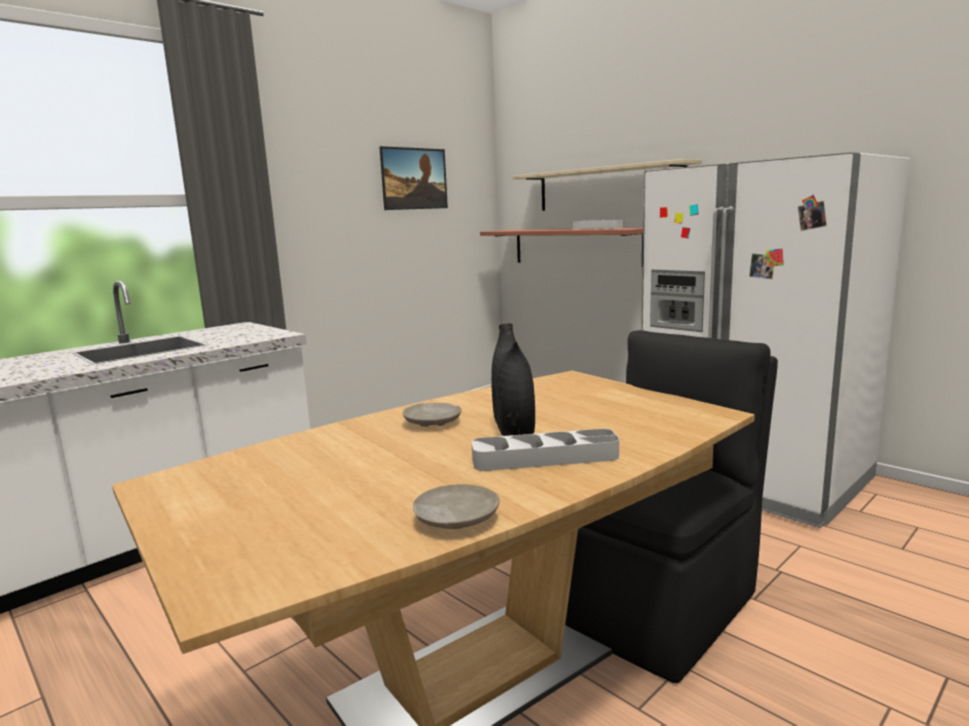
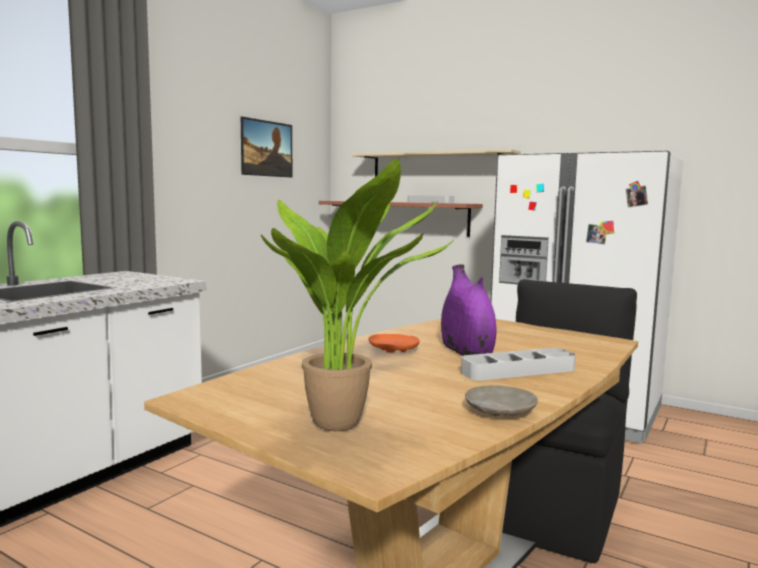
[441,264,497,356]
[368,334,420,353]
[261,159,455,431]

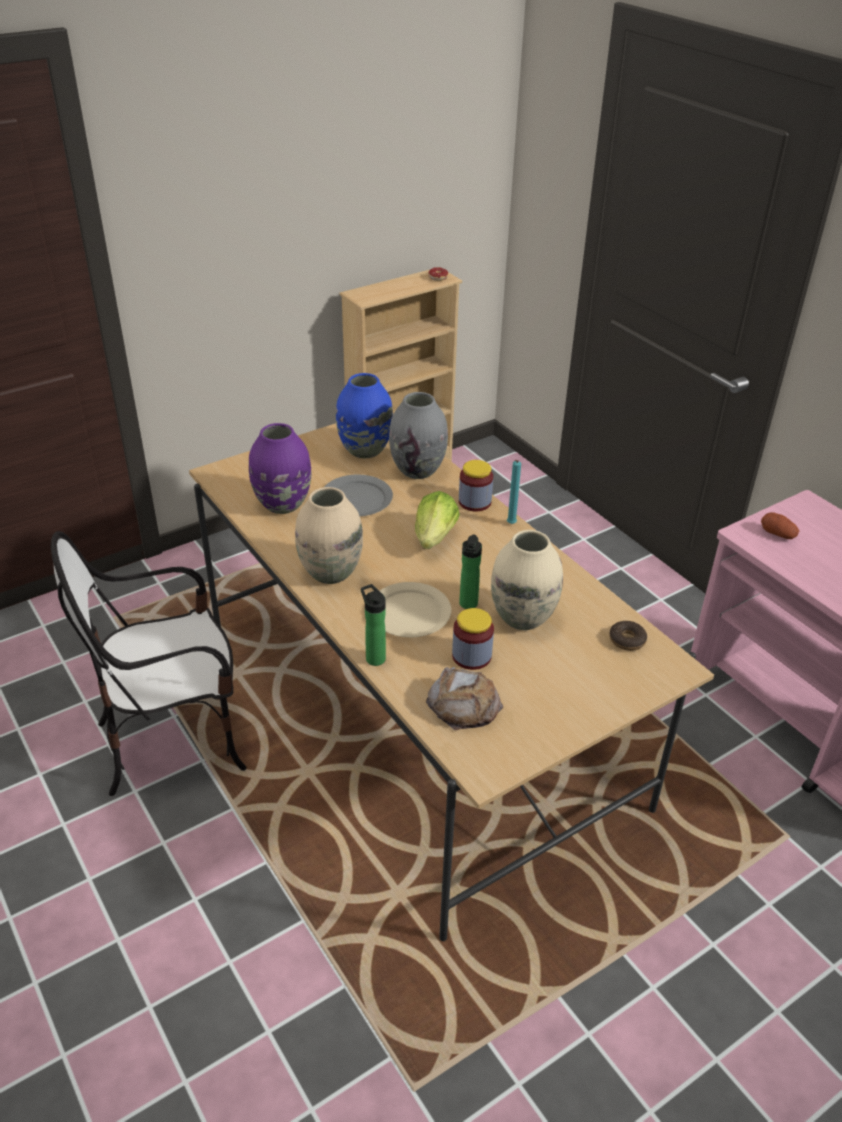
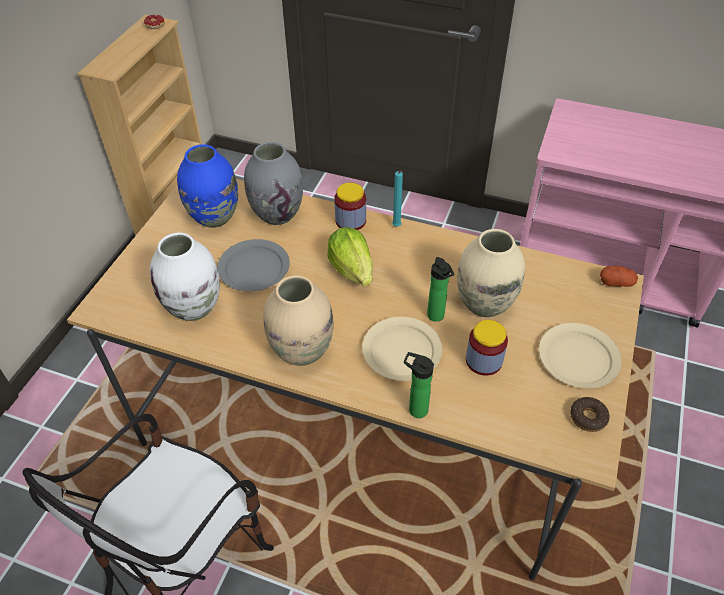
[150,233,220,321]
[600,265,638,287]
[570,397,610,432]
[426,667,503,730] (first image)
[539,323,622,388]

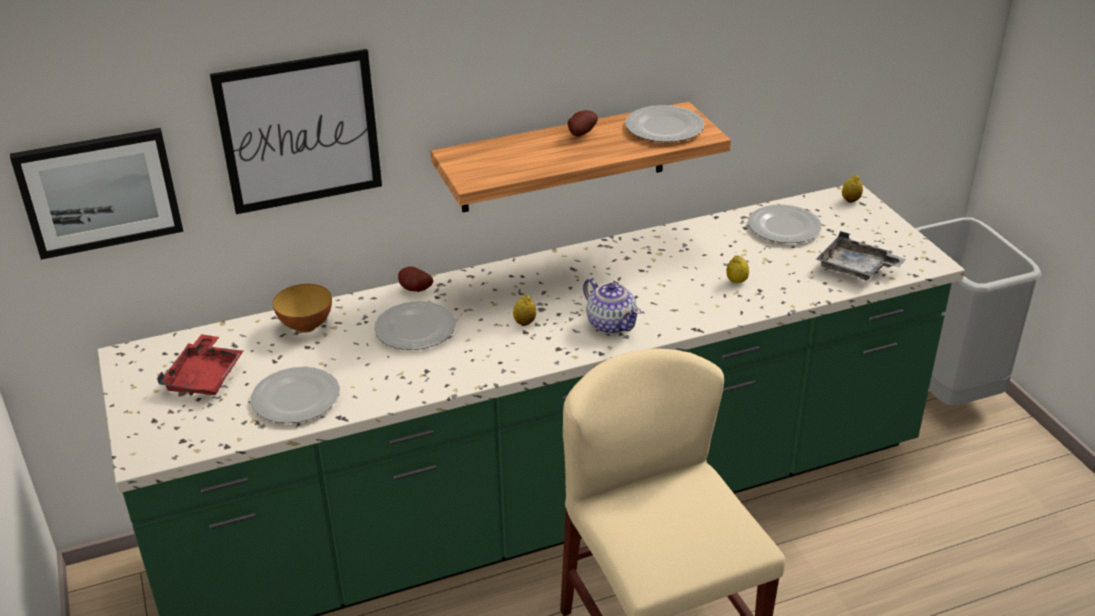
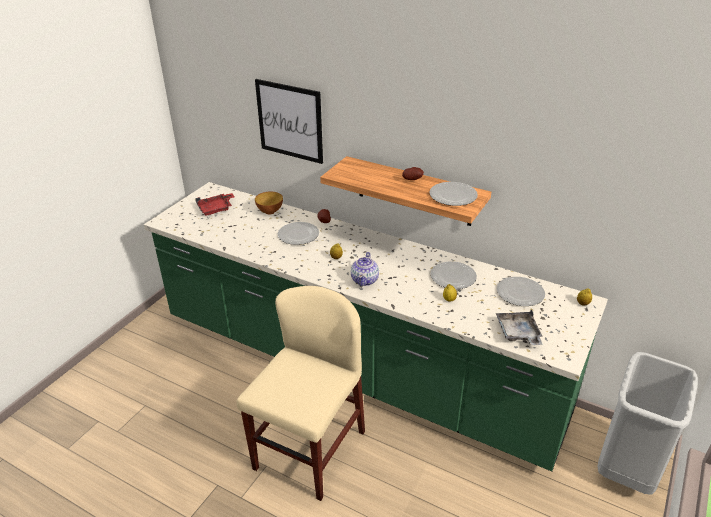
[10,128,183,260] (first image)
[431,261,477,289]

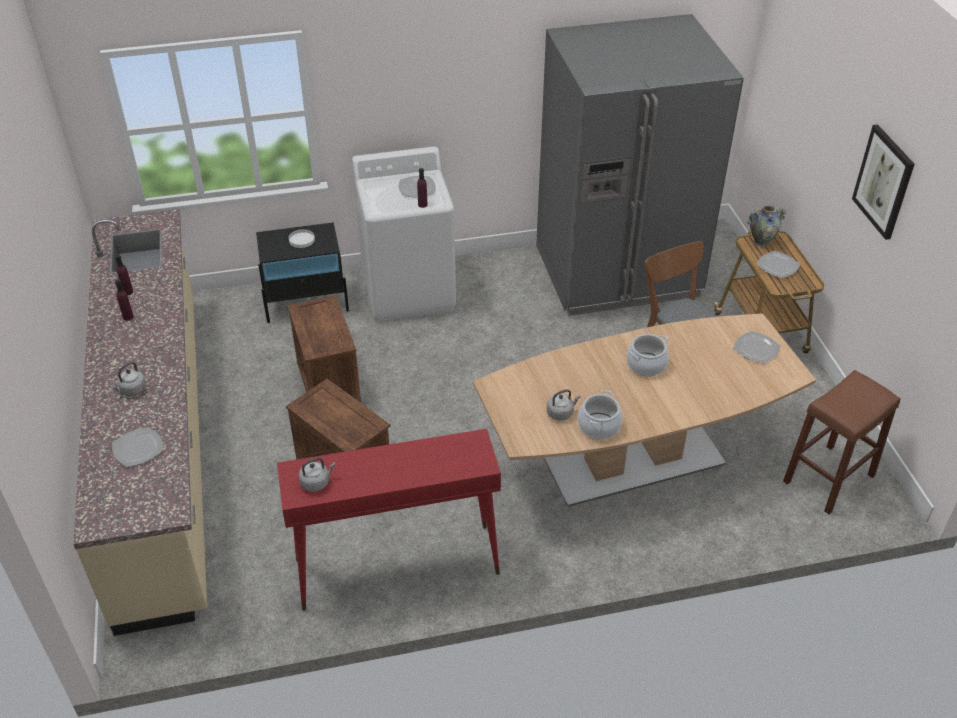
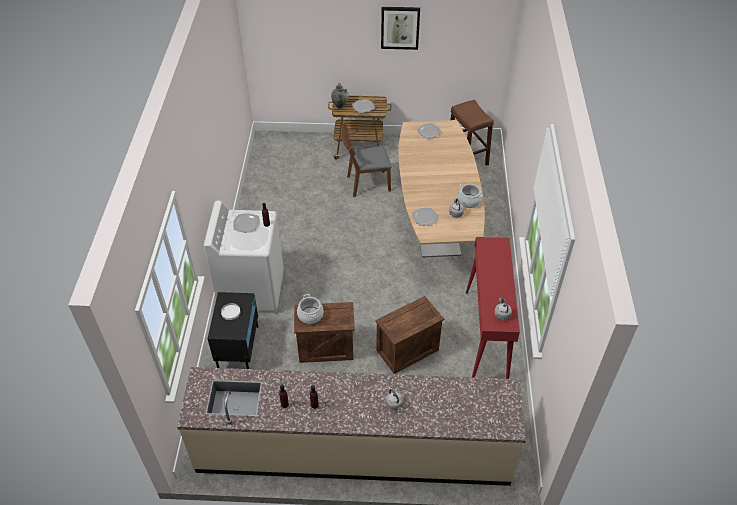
[536,14,744,316] (first image)
[297,294,323,324]
[412,208,438,226]

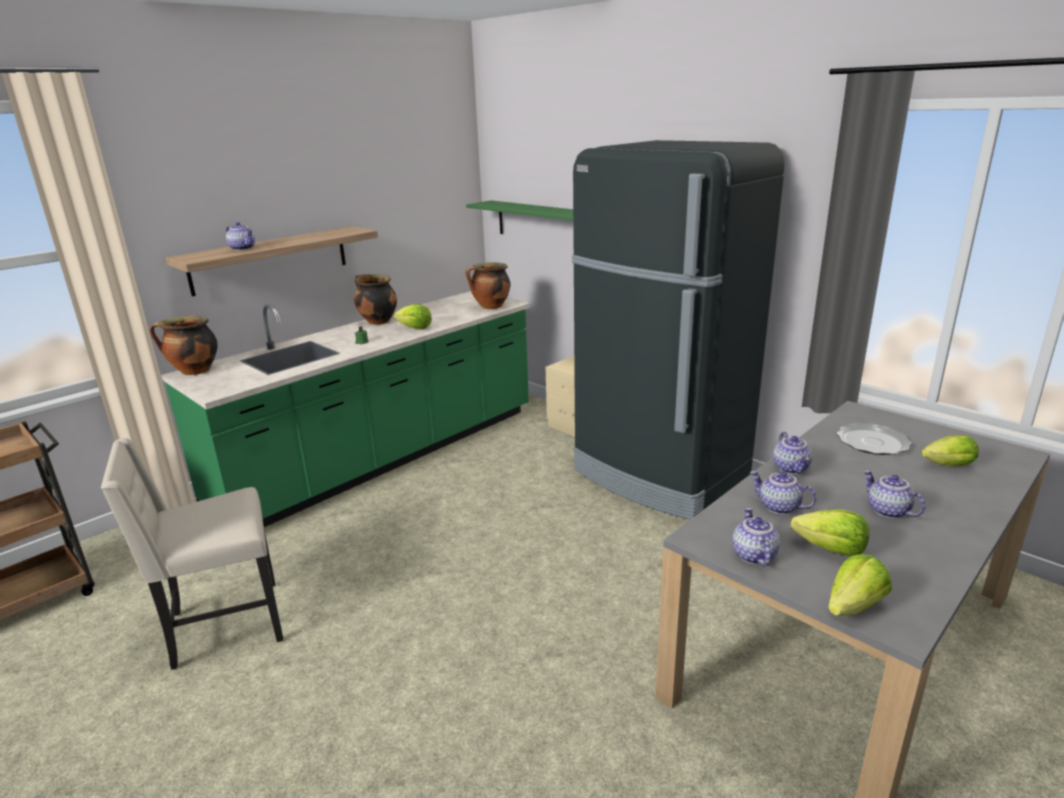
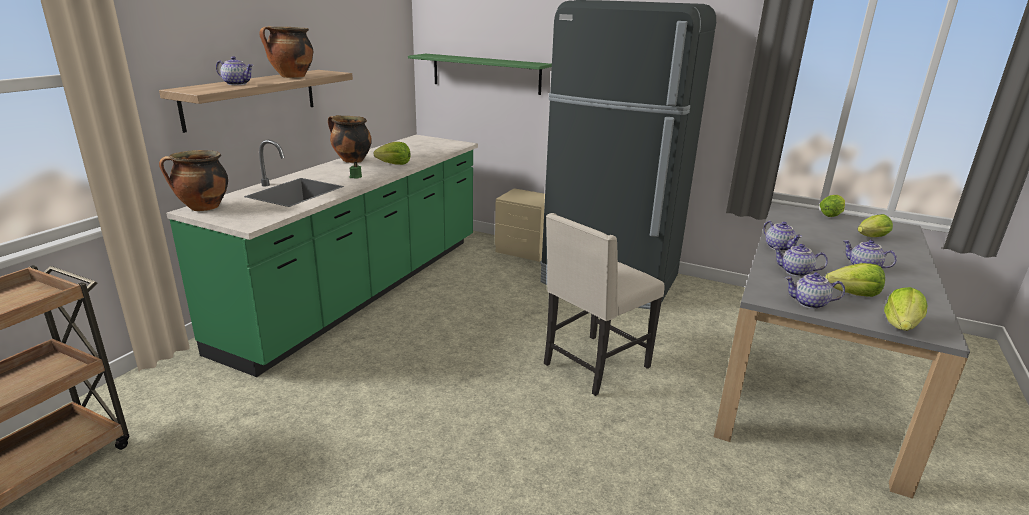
[259,26,313,78]
[837,423,912,455] (first image)
[544,213,665,396]
[785,272,845,309]
[820,195,845,217]

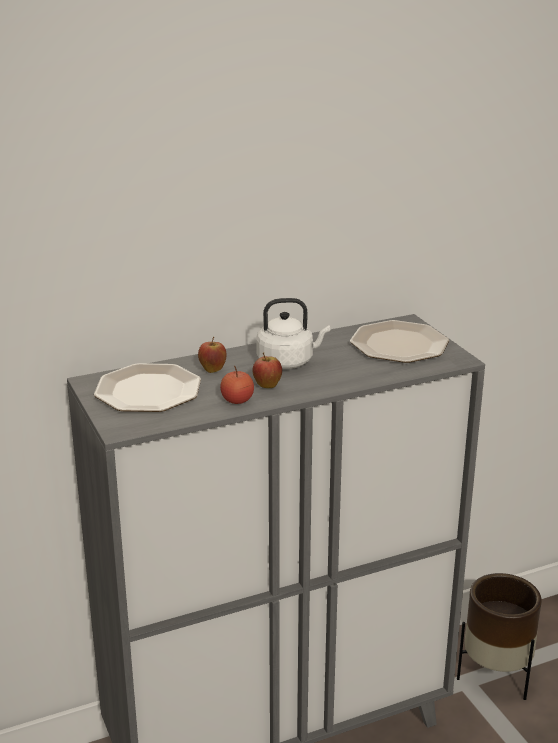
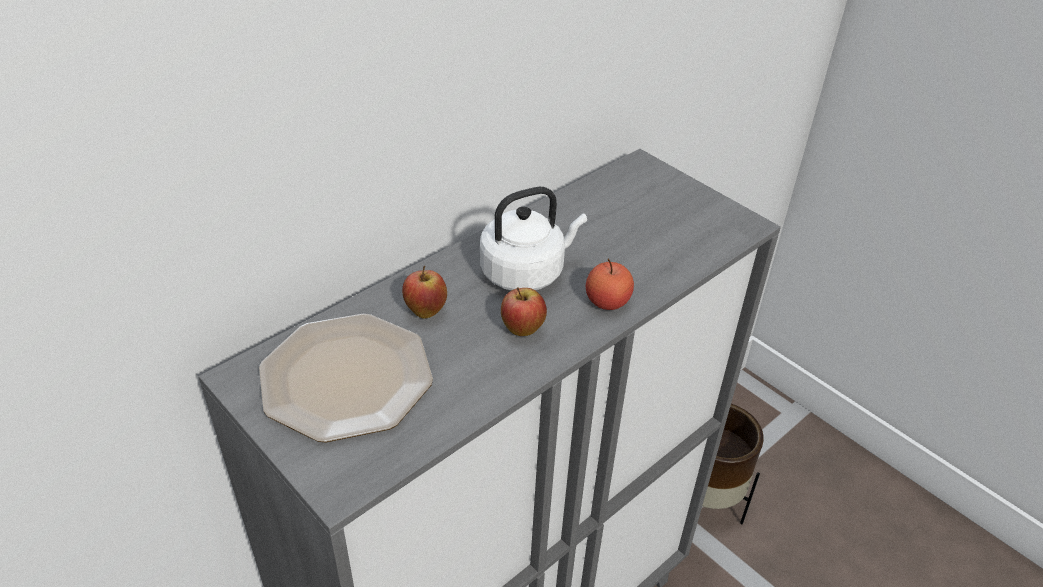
[350,320,449,363] (first image)
[586,258,634,310]

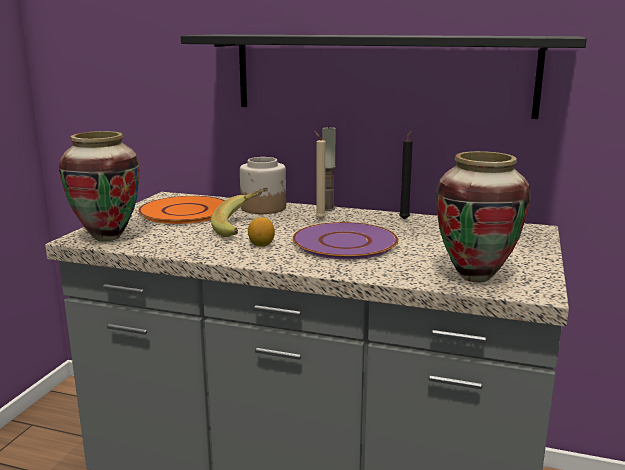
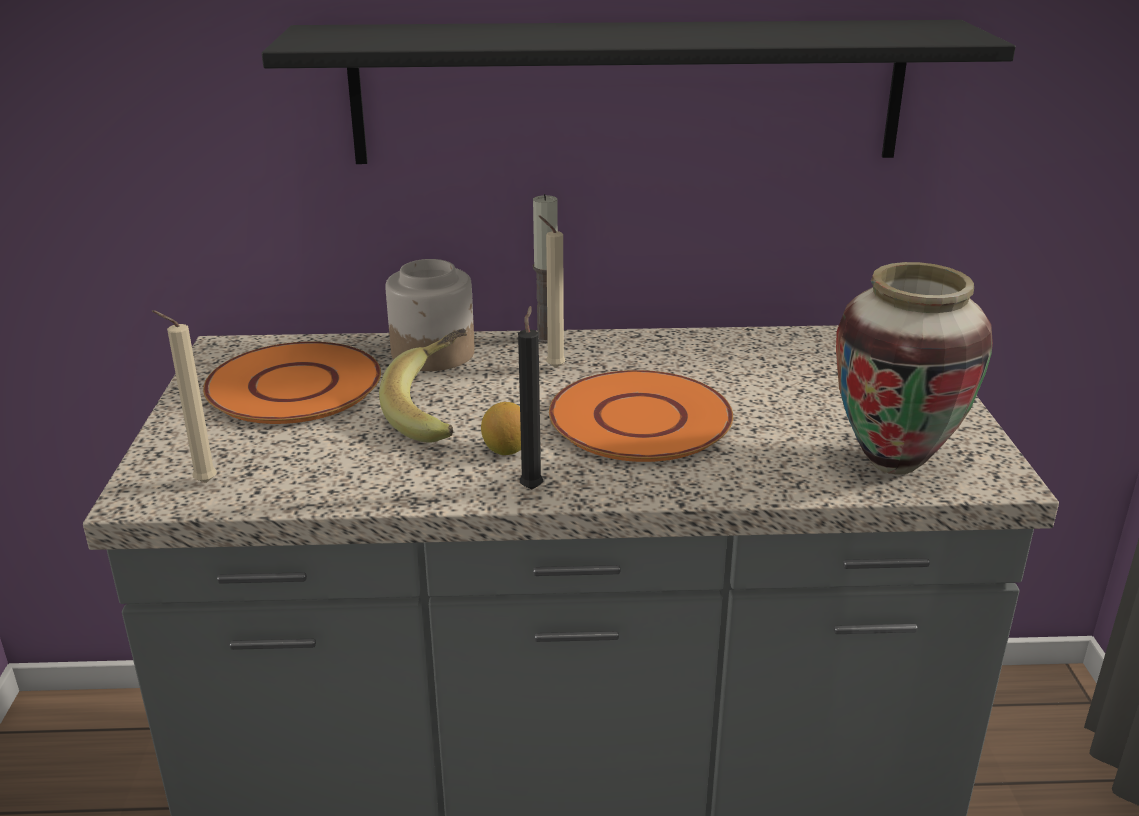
[152,310,217,483]
[518,306,543,490]
[549,370,733,462]

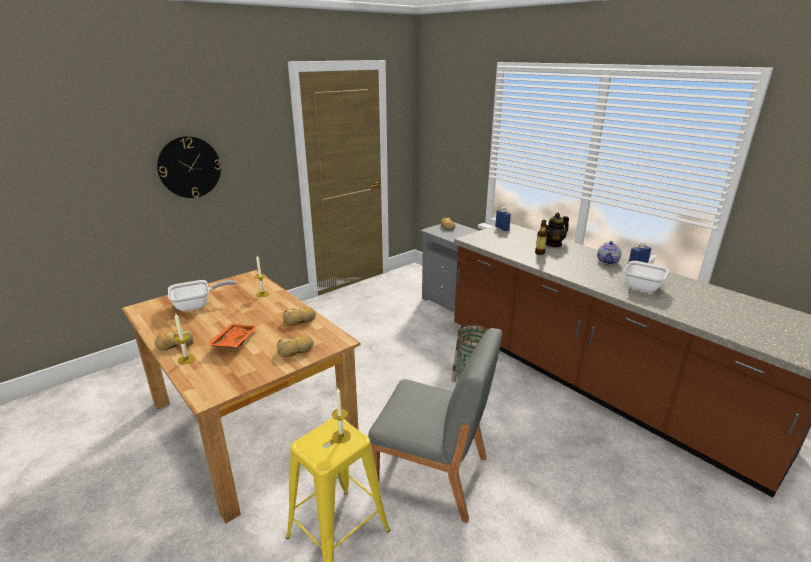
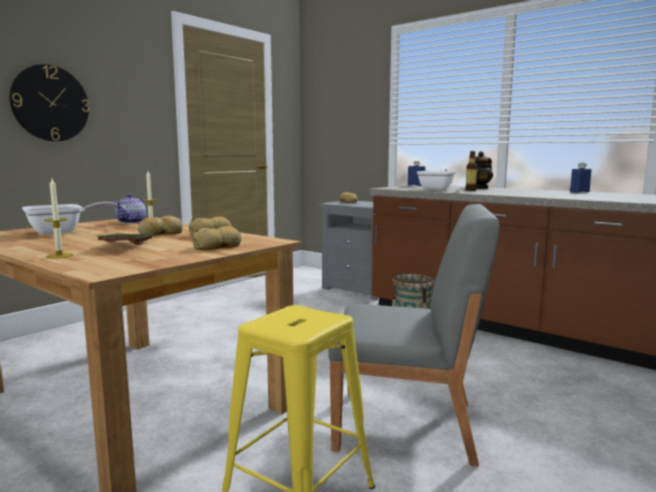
[115,194,146,224]
[417,169,456,190]
[98,233,154,245]
[138,215,183,236]
[332,388,351,443] (first image)

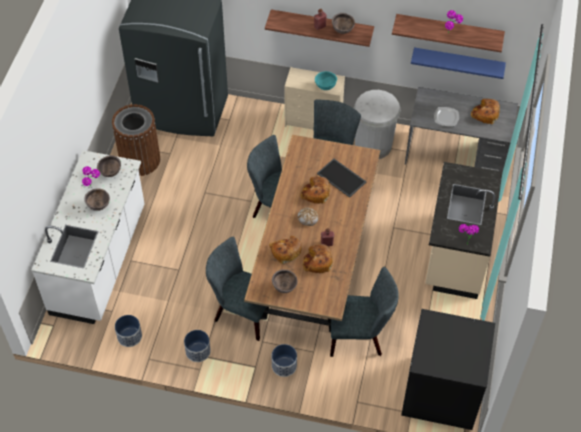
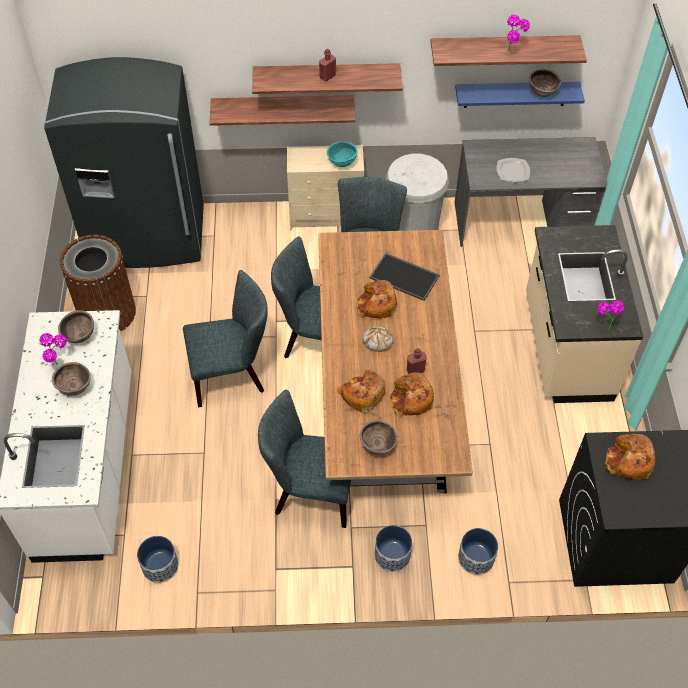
[529,69,561,97]
[605,434,656,480]
[183,270,268,408]
[458,528,498,575]
[209,95,356,126]

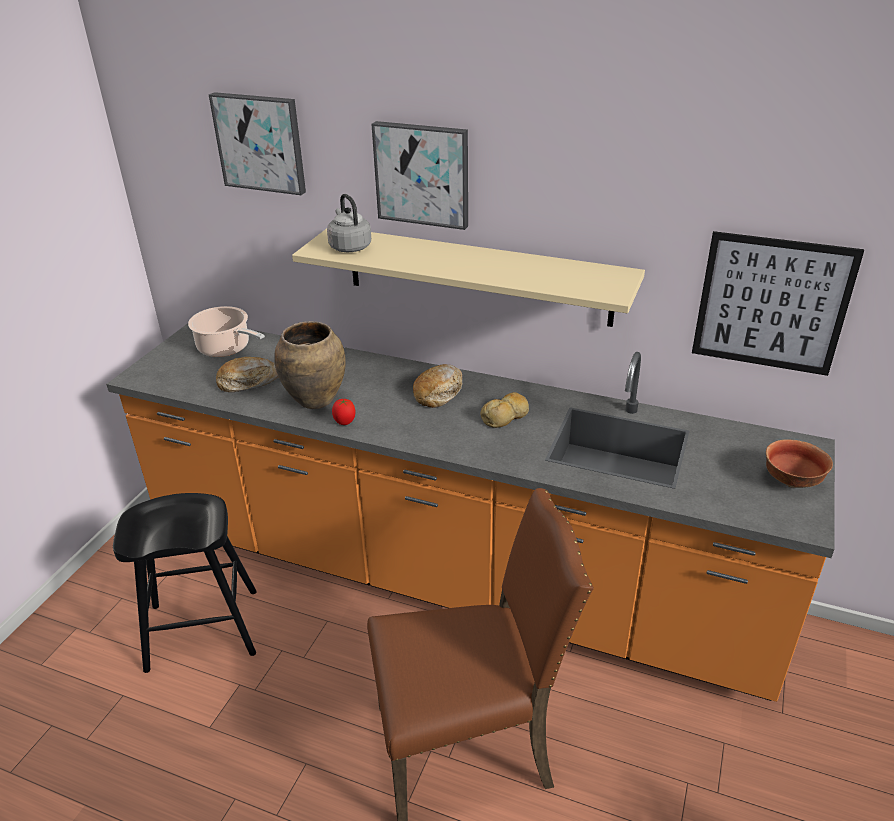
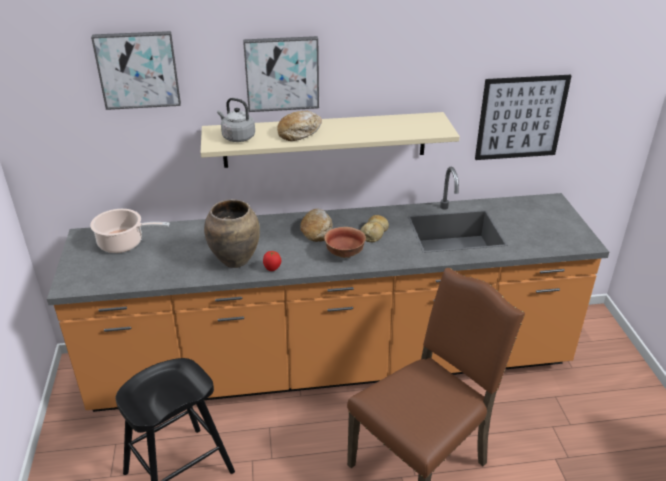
[277,111,322,141]
[324,227,366,258]

